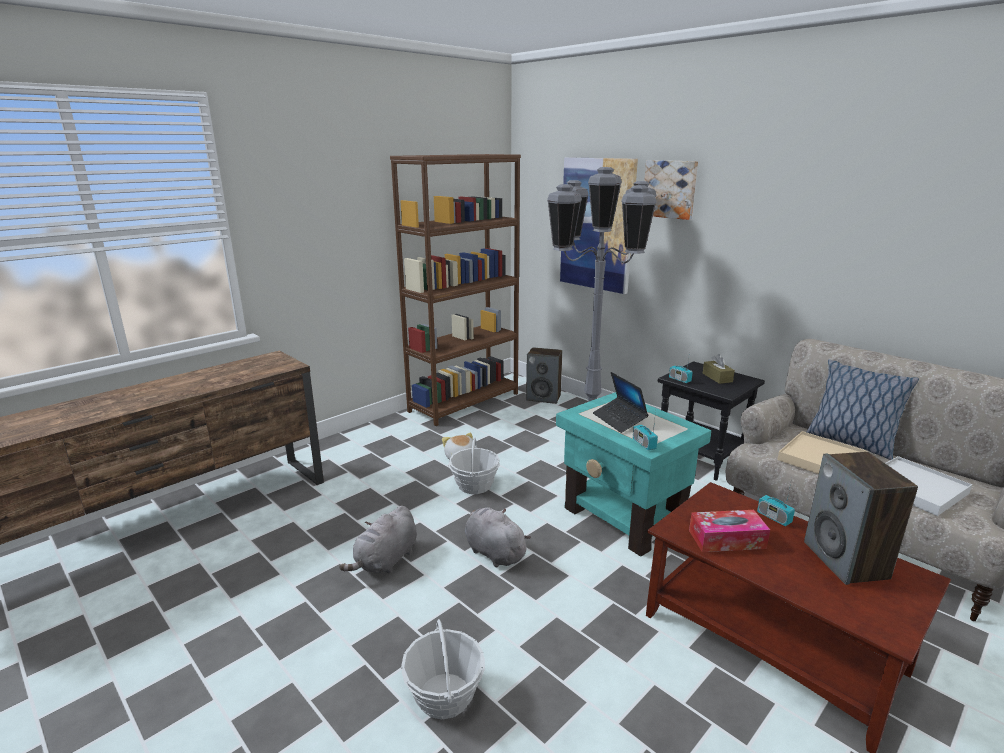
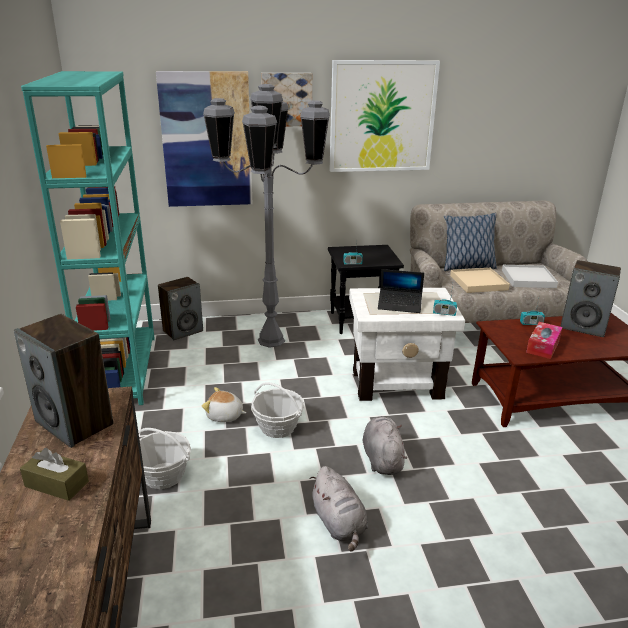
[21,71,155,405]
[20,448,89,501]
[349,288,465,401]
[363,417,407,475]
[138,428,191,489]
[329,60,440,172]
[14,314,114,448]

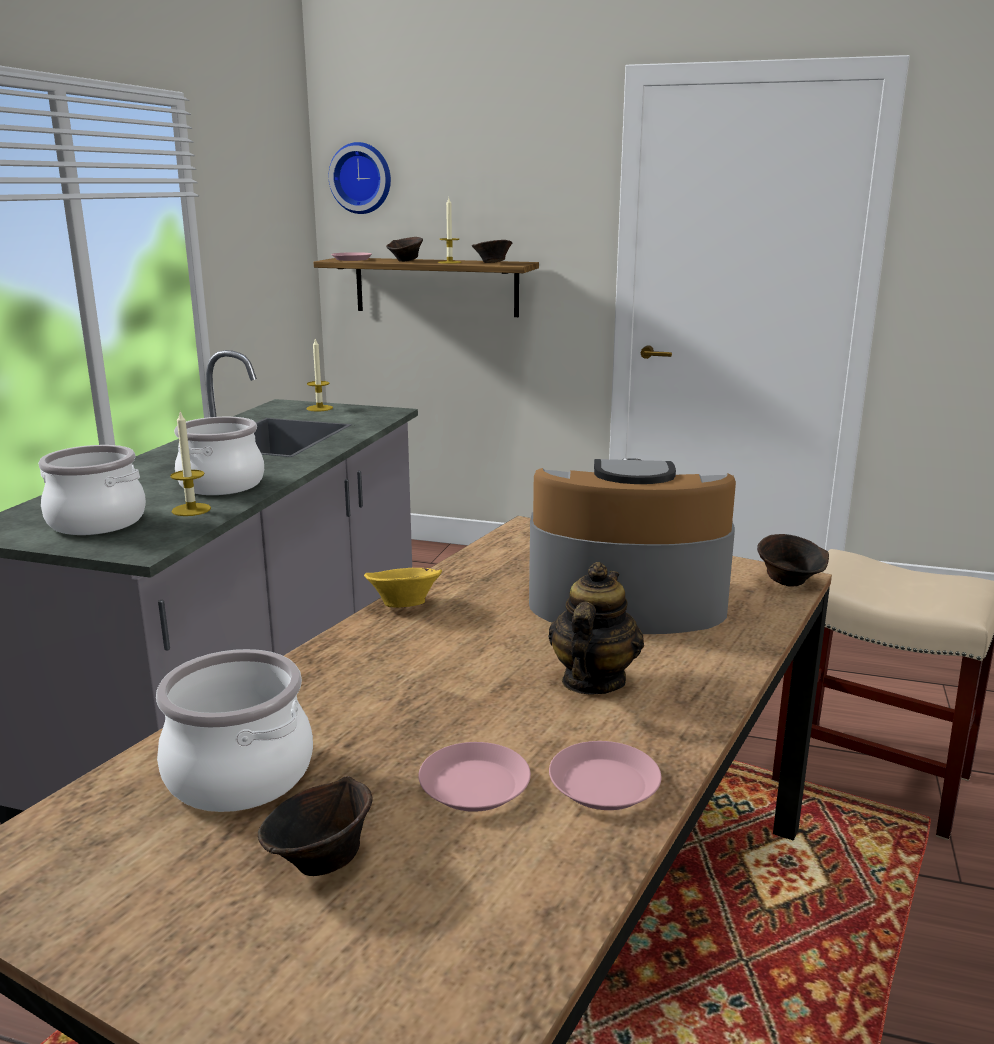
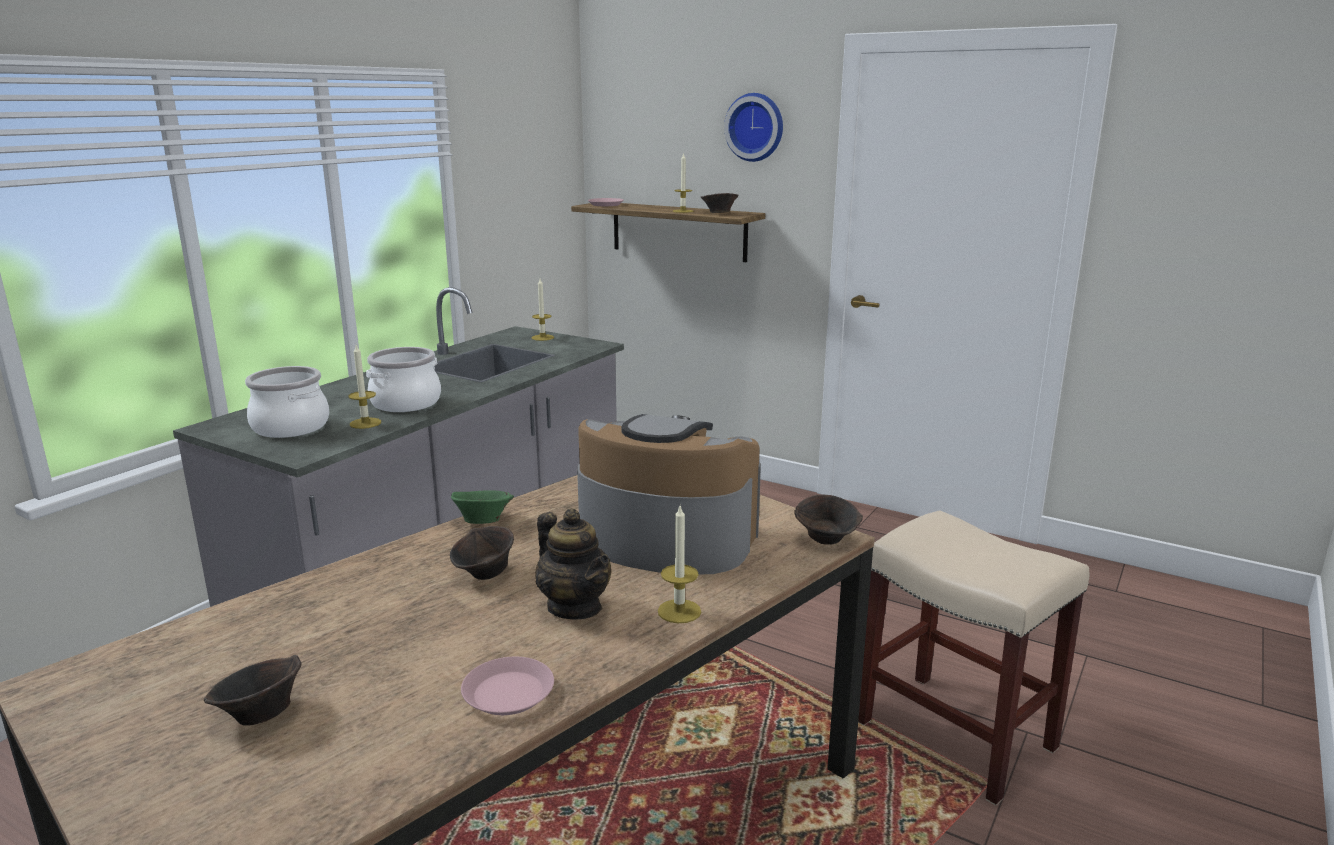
[724,93,783,162]
[450,526,514,580]
[535,508,611,619]
[451,490,514,524]
[156,649,313,812] (first image)
[419,742,531,812] (first image)
[658,506,701,623]

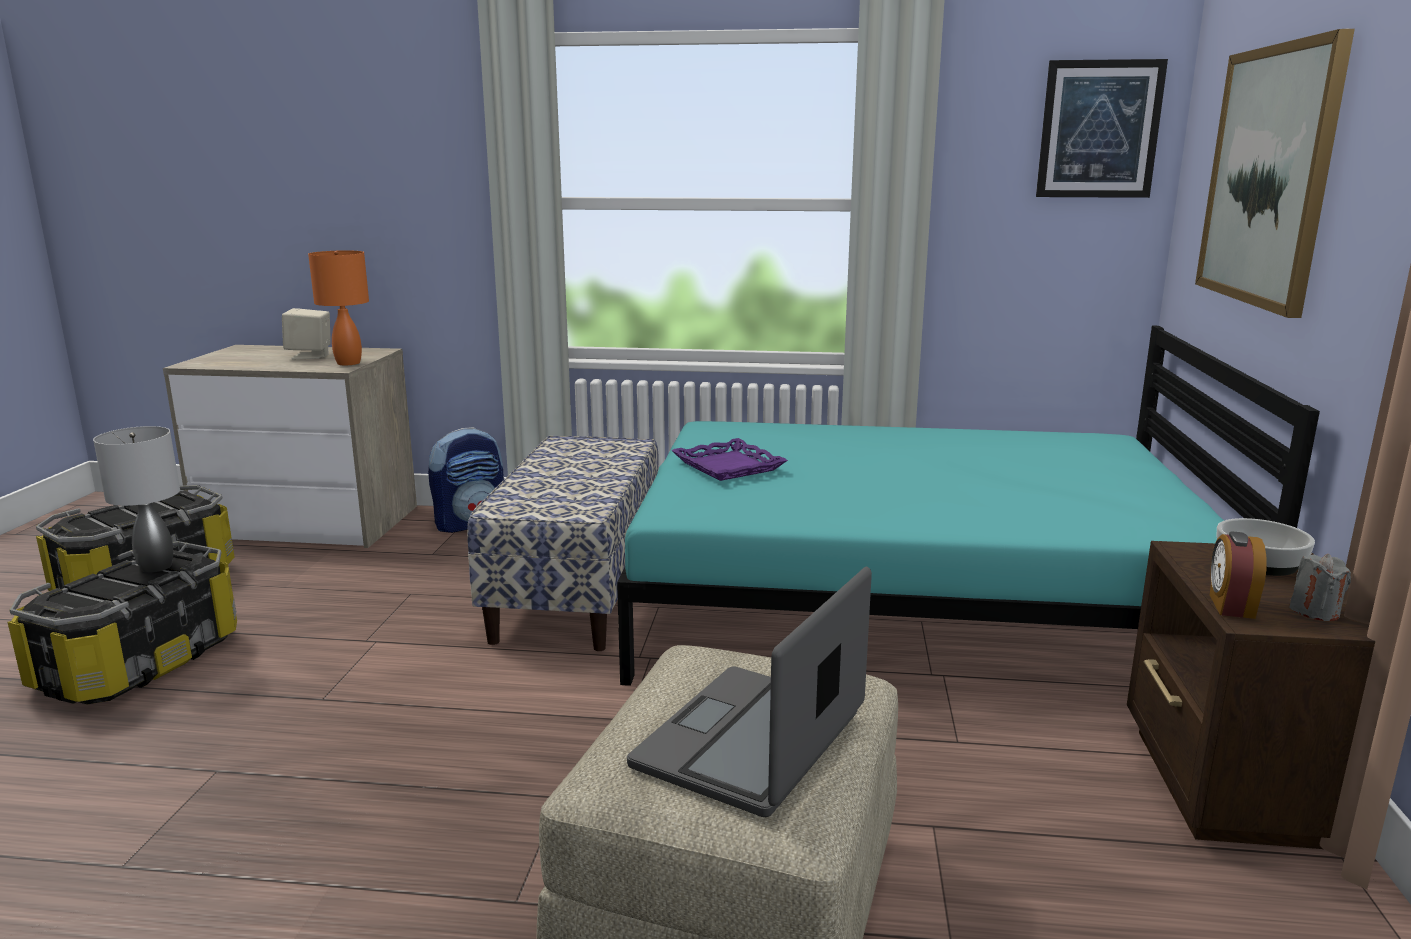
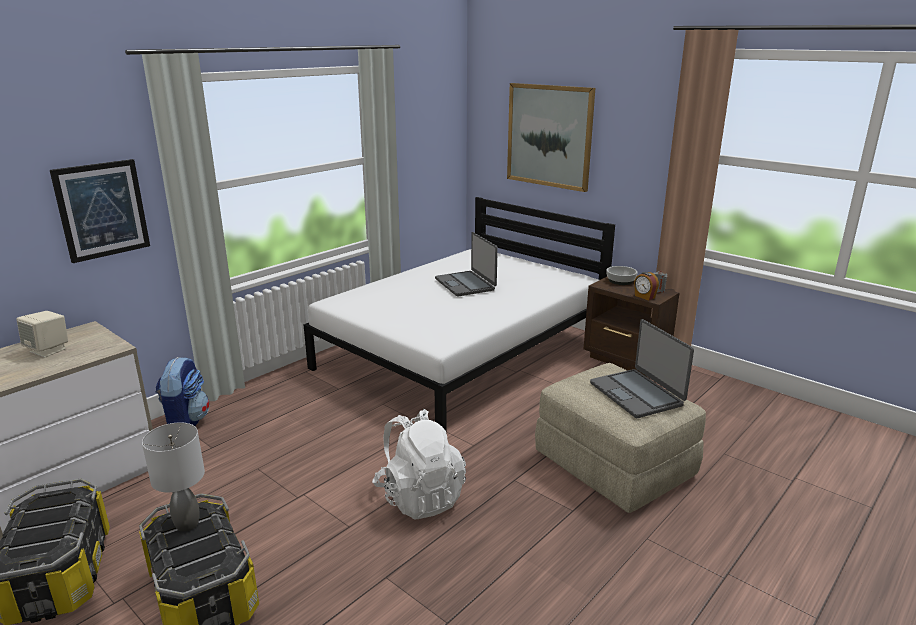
[50,159,150,263]
[308,250,369,365] (first image)
[304,197,615,434]
[467,436,659,651] (first image)
[671,438,788,481] (first image)
[435,232,498,296]
[372,409,466,520]

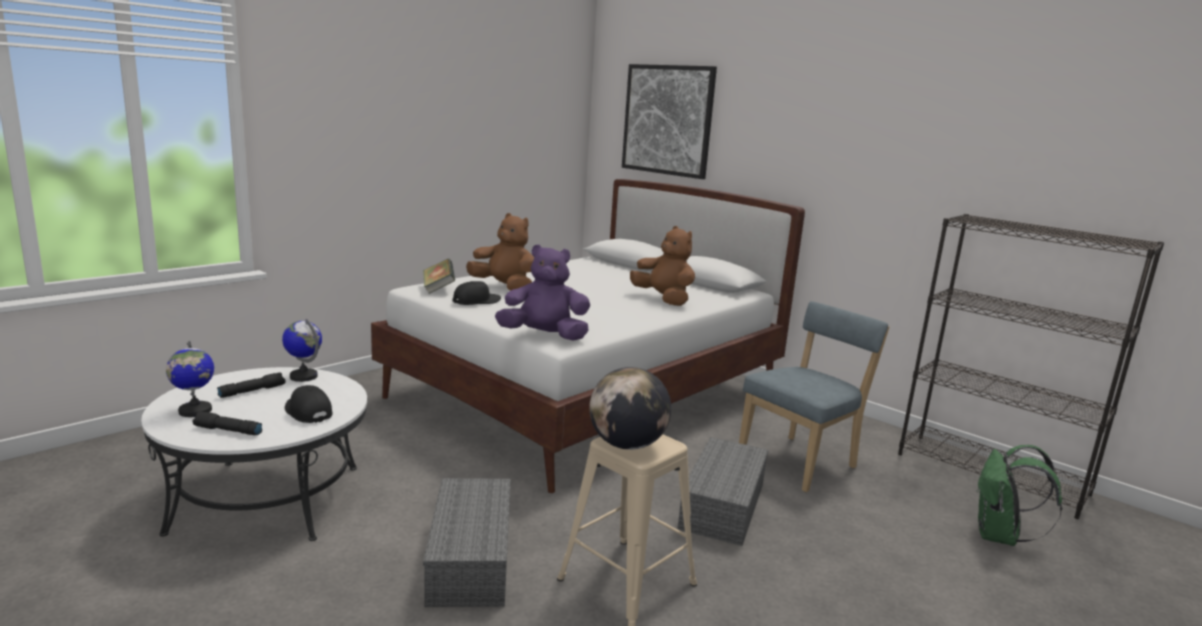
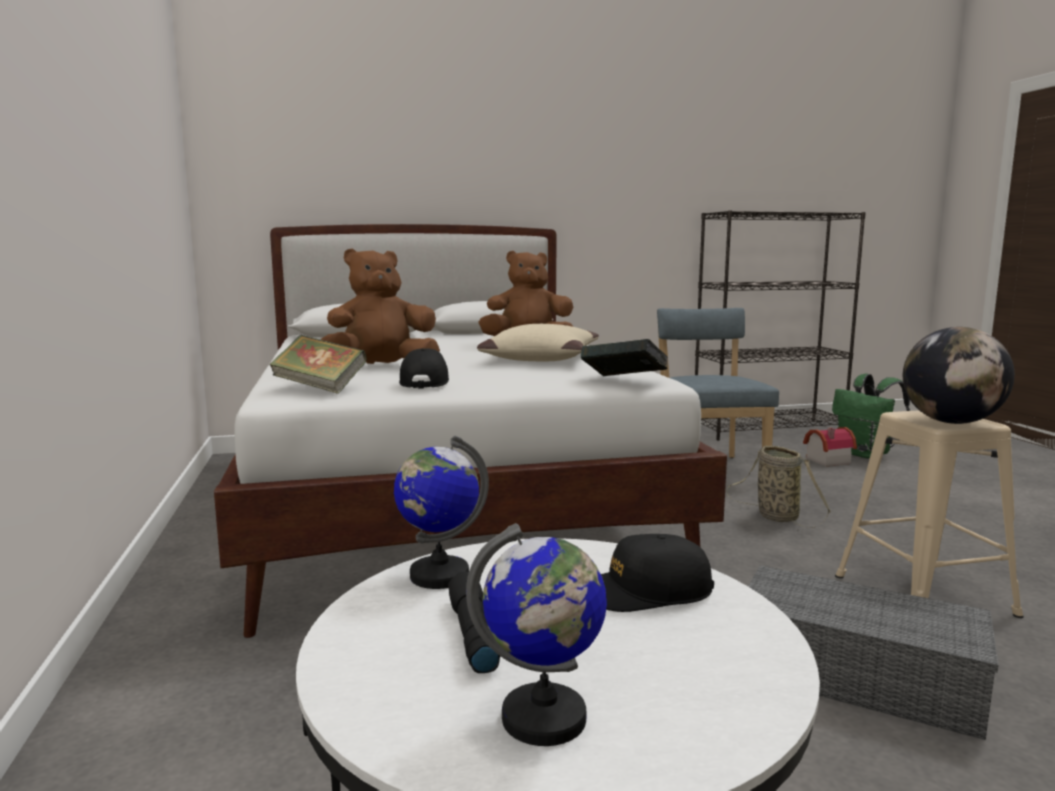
[622,64,717,179] (first image)
[581,339,668,376]
[192,411,262,435] (first image)
[727,446,831,528]
[477,324,599,361]
[803,427,857,466]

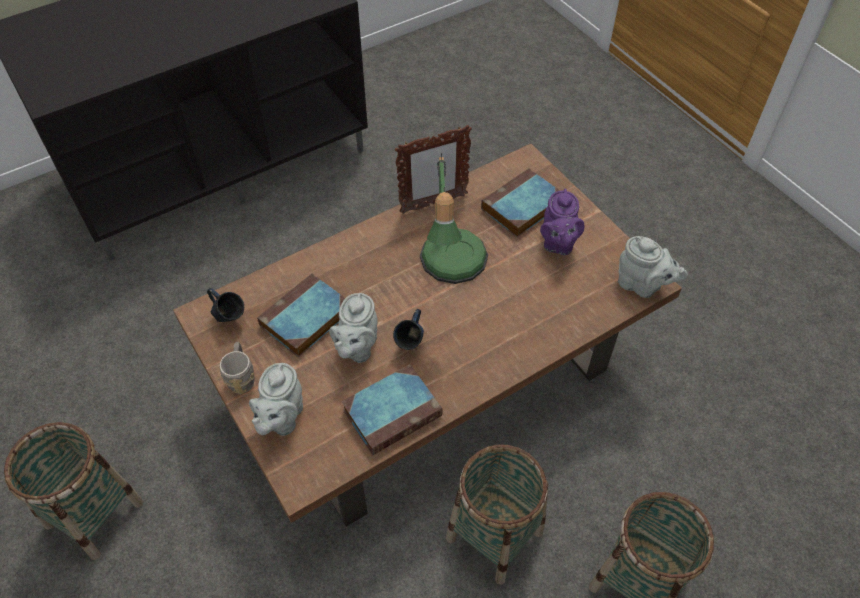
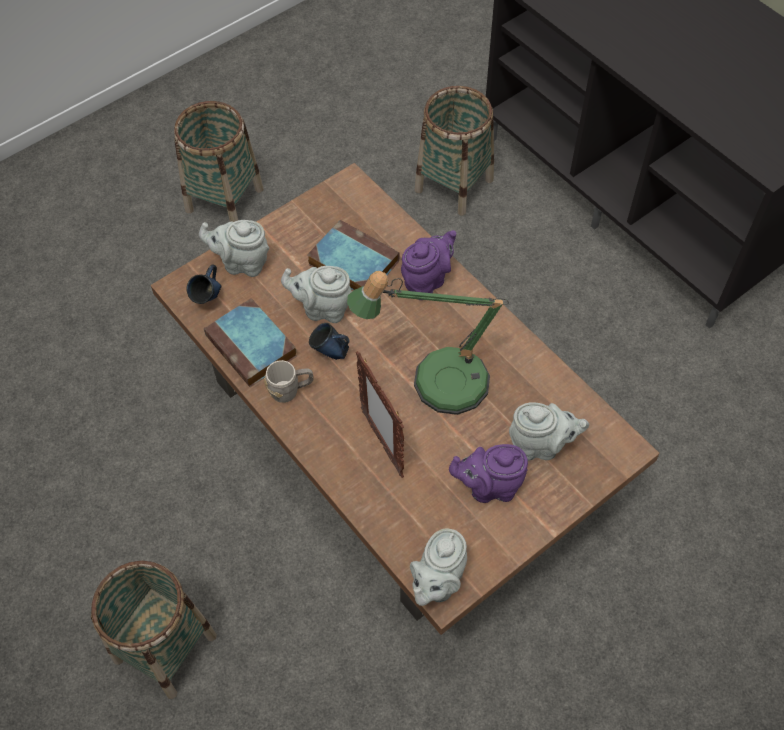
[356,351,404,478]
[509,402,589,461]
[186,264,221,304]
[264,360,314,403]
[415,86,494,216]
[401,230,456,300]

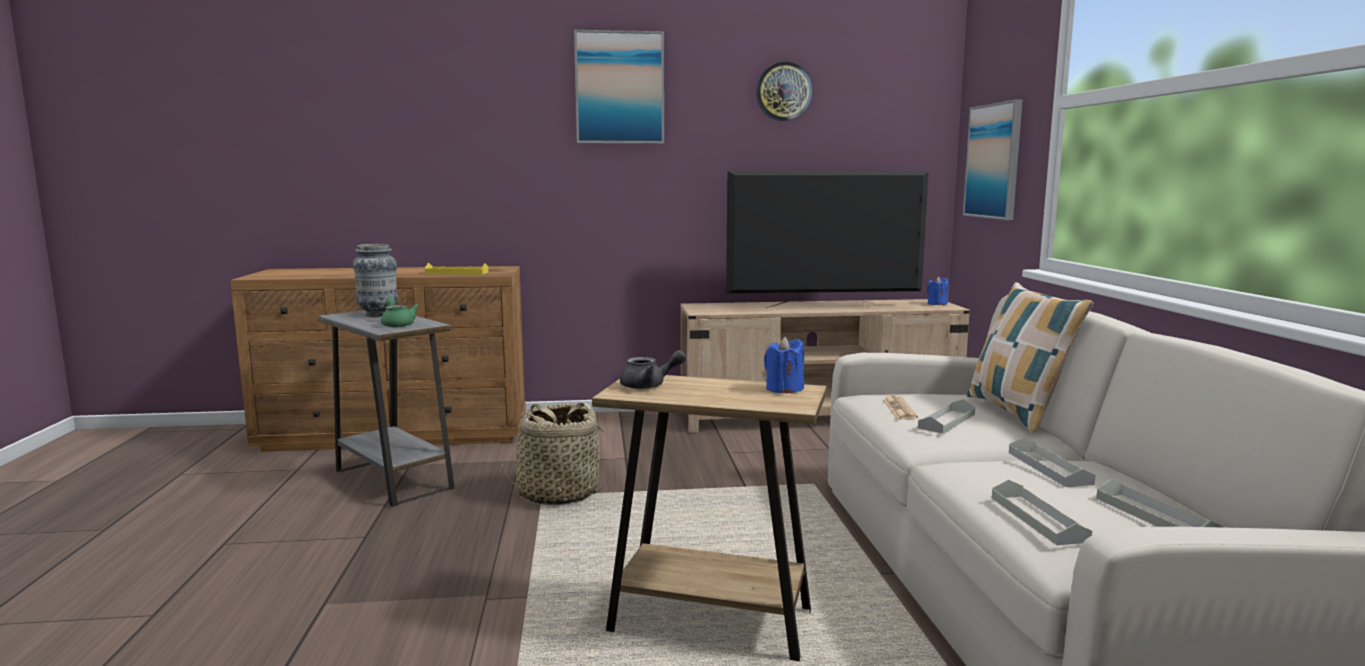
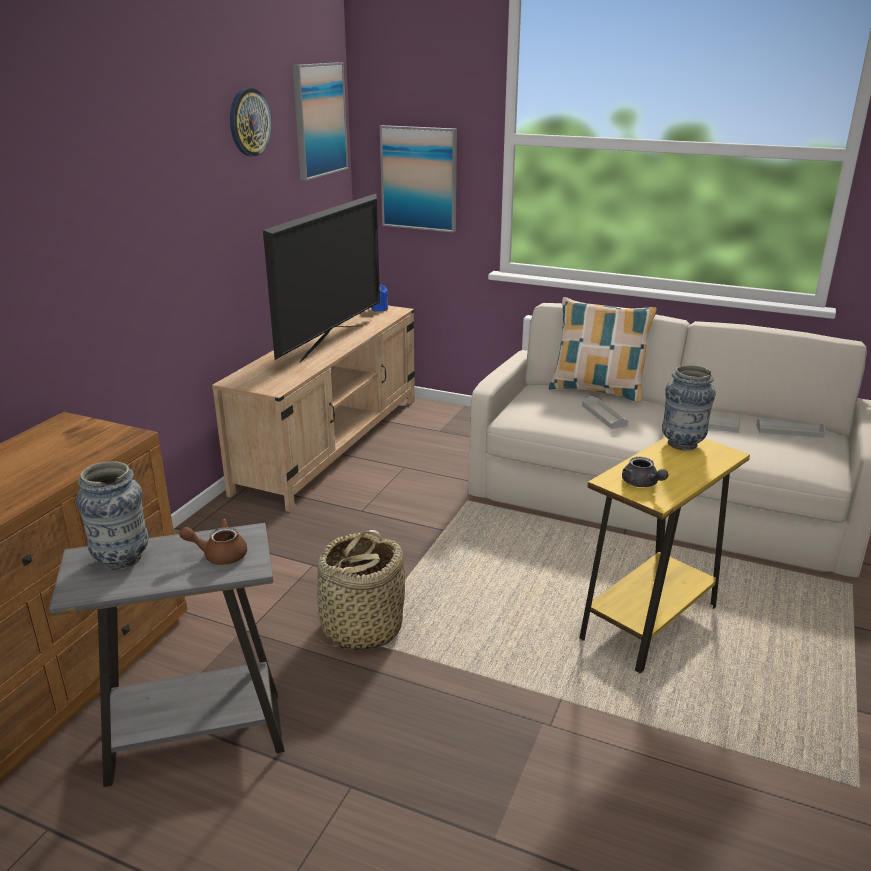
[292,62,348,181]
[425,263,488,275] (first image)
[179,519,247,565]
[662,365,716,450]
[622,457,668,487]
[579,437,750,673]
[882,395,918,420] (first image)
[992,480,1092,545] (first image)

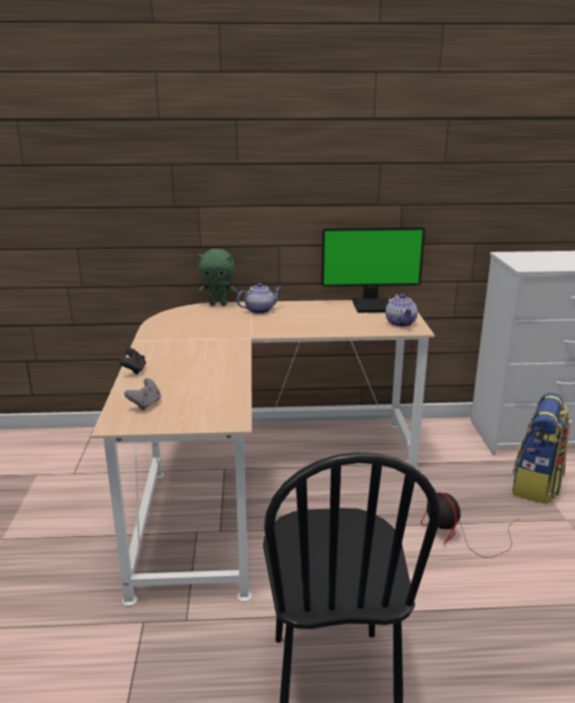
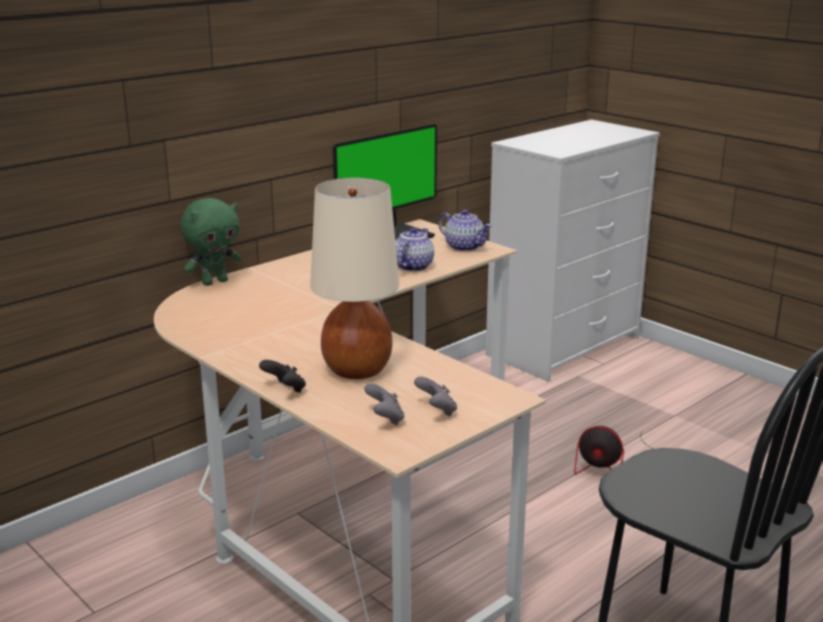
[395,227,434,272]
[512,393,570,504] (first image)
[310,178,399,379]
[414,376,457,416]

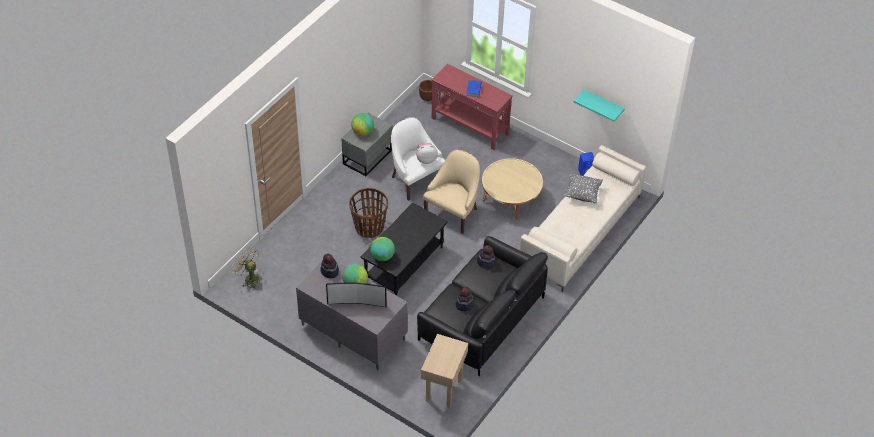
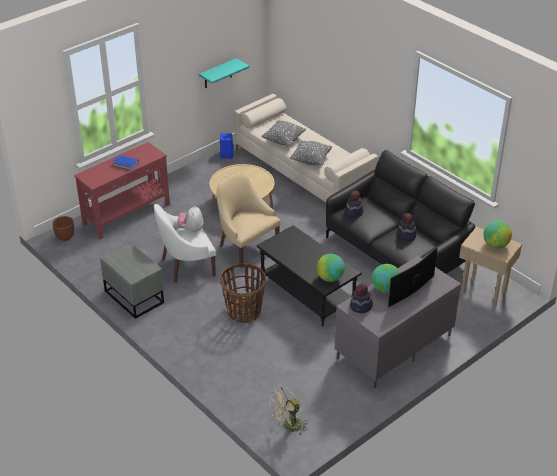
[483,221,512,248]
[388,247,438,307]
[290,140,332,166]

